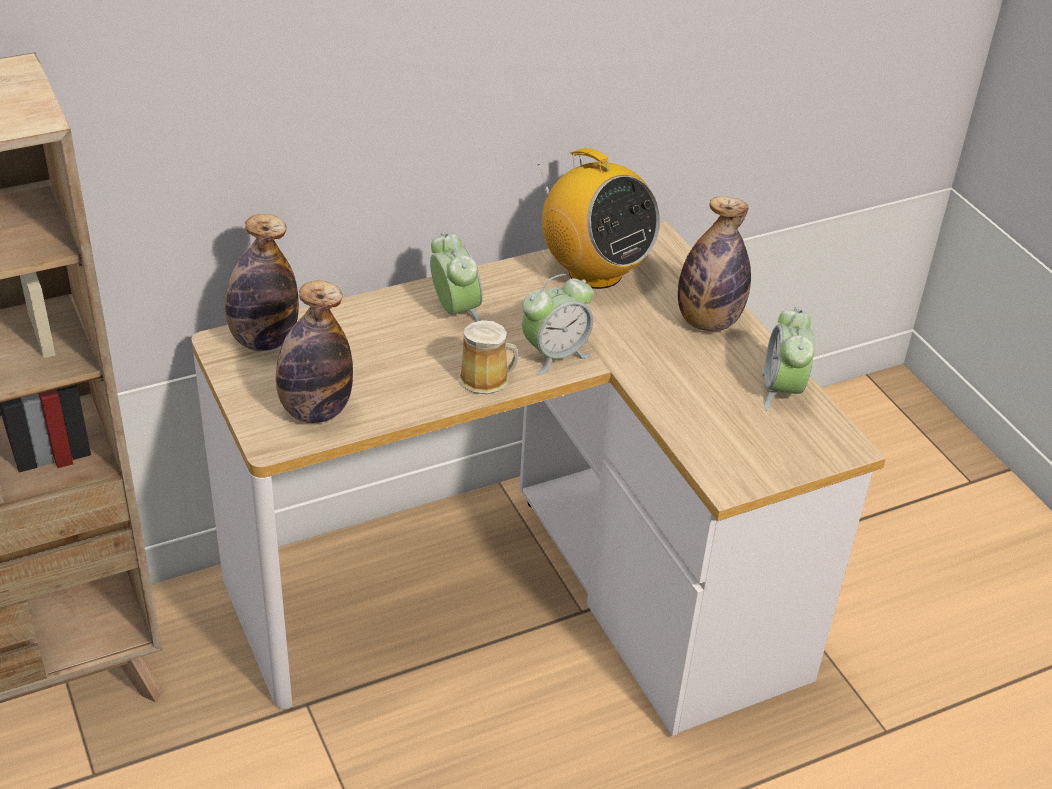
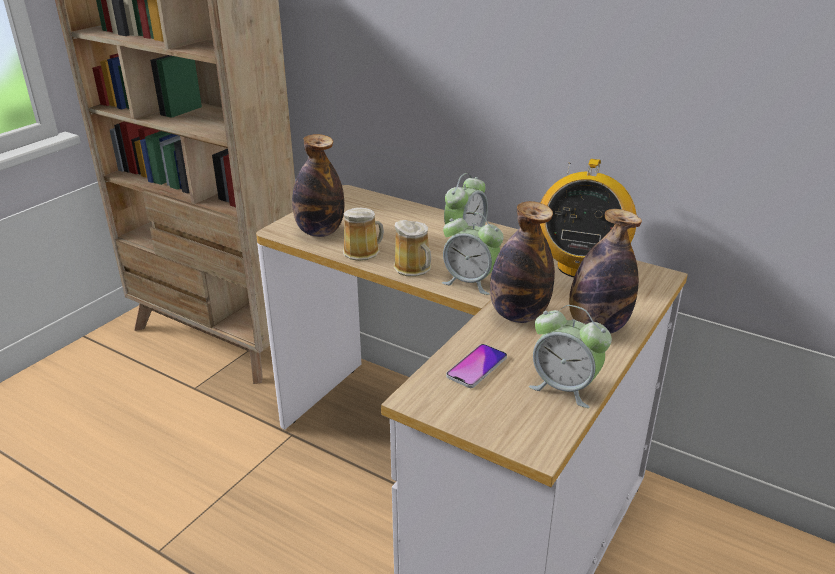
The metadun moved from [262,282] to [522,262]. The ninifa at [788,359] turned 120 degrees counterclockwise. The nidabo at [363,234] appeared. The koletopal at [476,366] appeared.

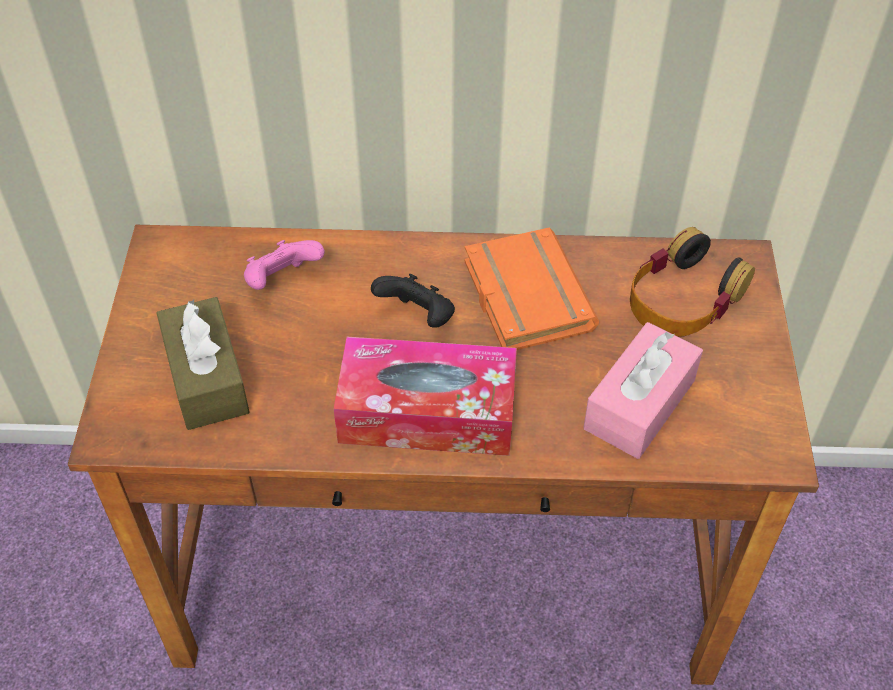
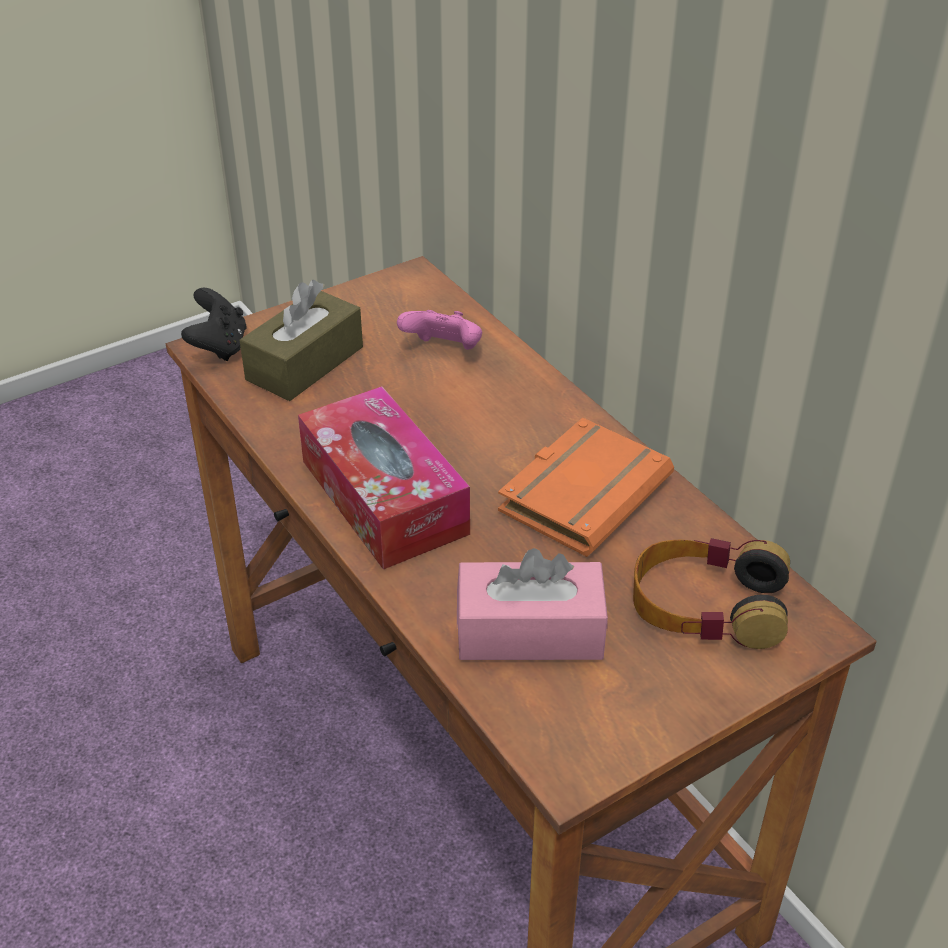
The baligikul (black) moved from [413,301] to [214,324].

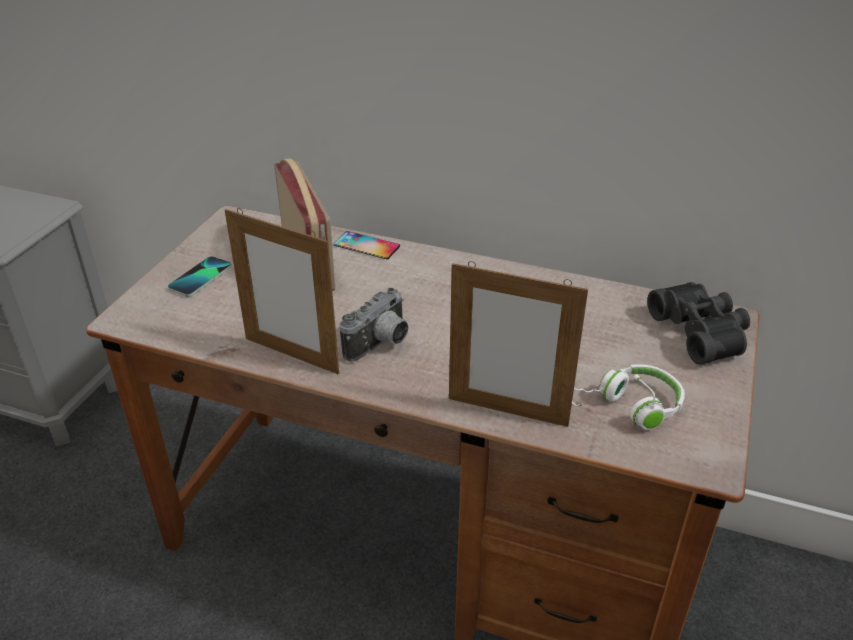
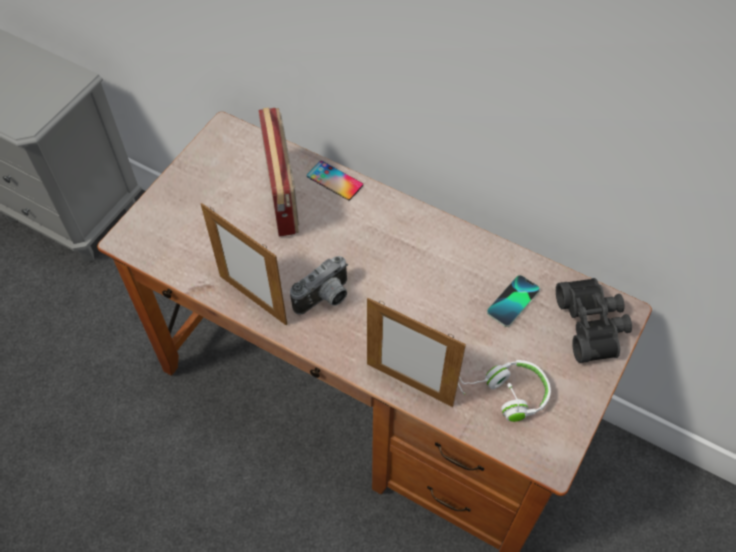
The koletopal moved from [200,276] to [513,301].

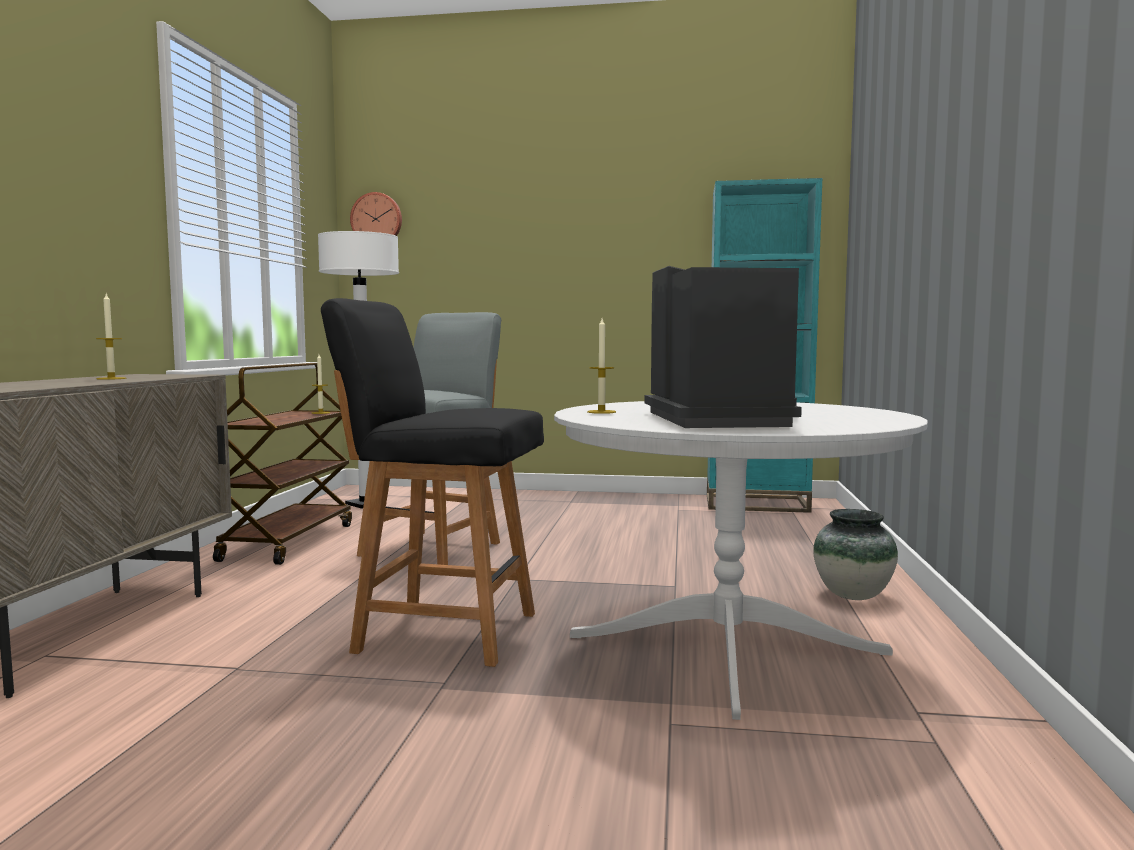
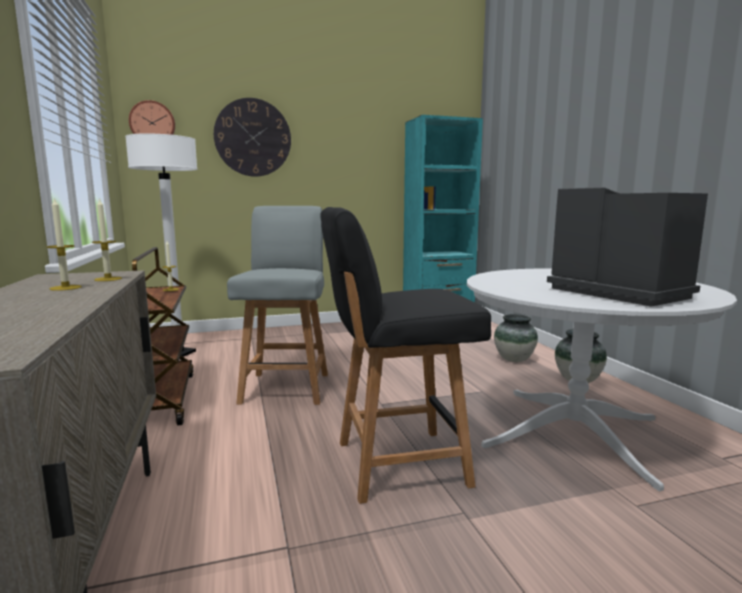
The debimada moved from [601,366] to [107,239]. The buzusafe at [252,137] appeared. The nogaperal at [516,338] appeared.

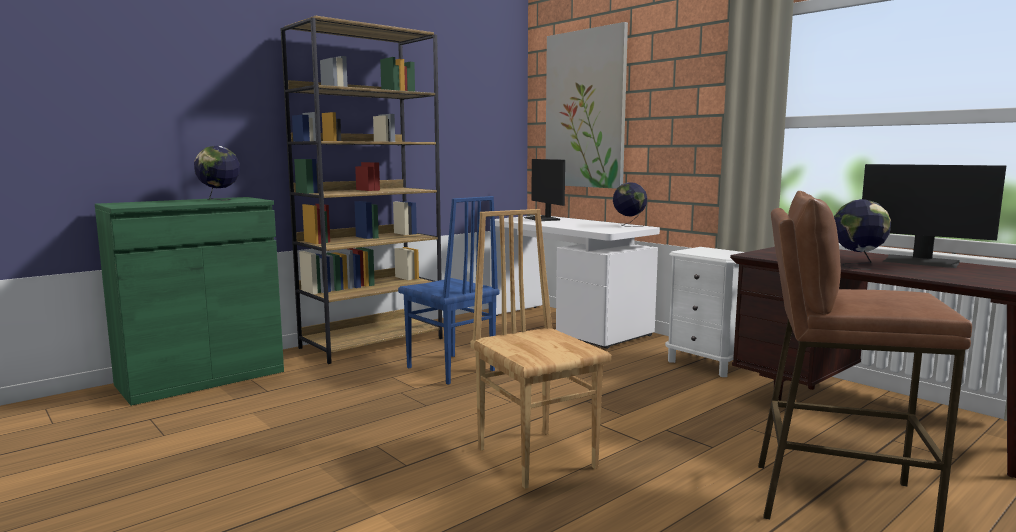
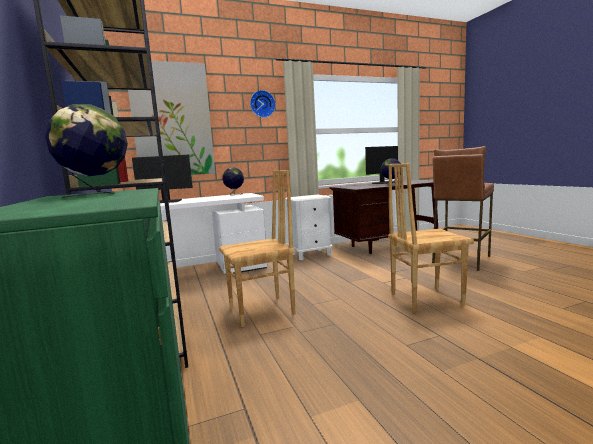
The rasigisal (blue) at [449,290] became the rasigisal (brown) at [257,248]. The buzusafe at [263,104] appeared.

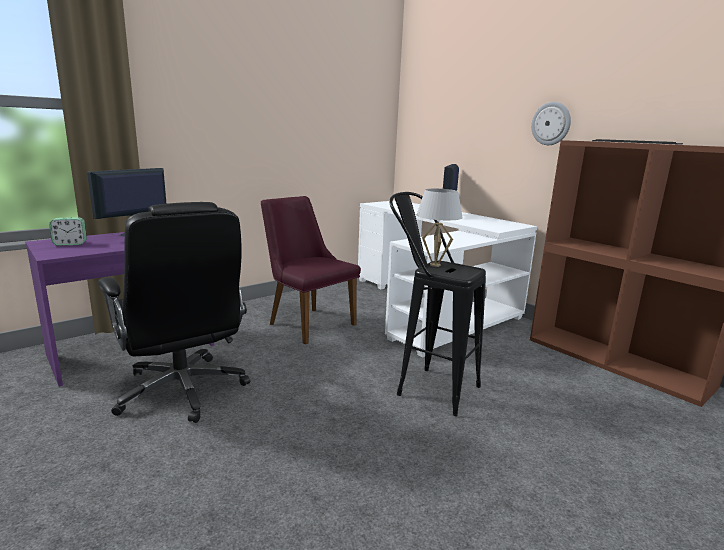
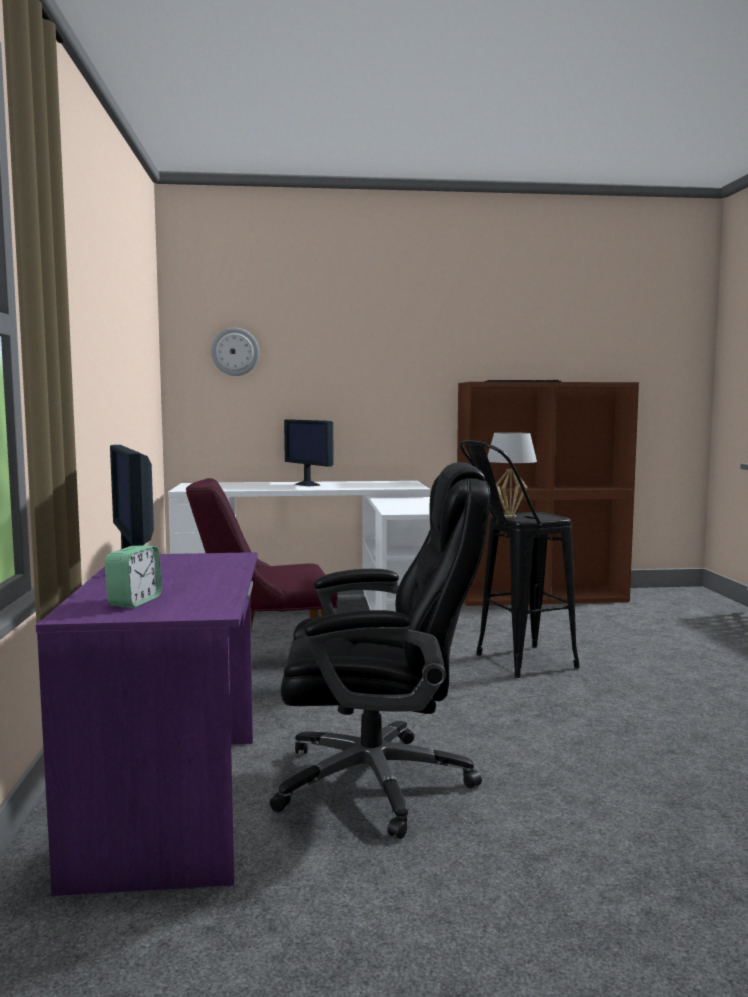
The buzusafe moved from [551,123] to [235,352].

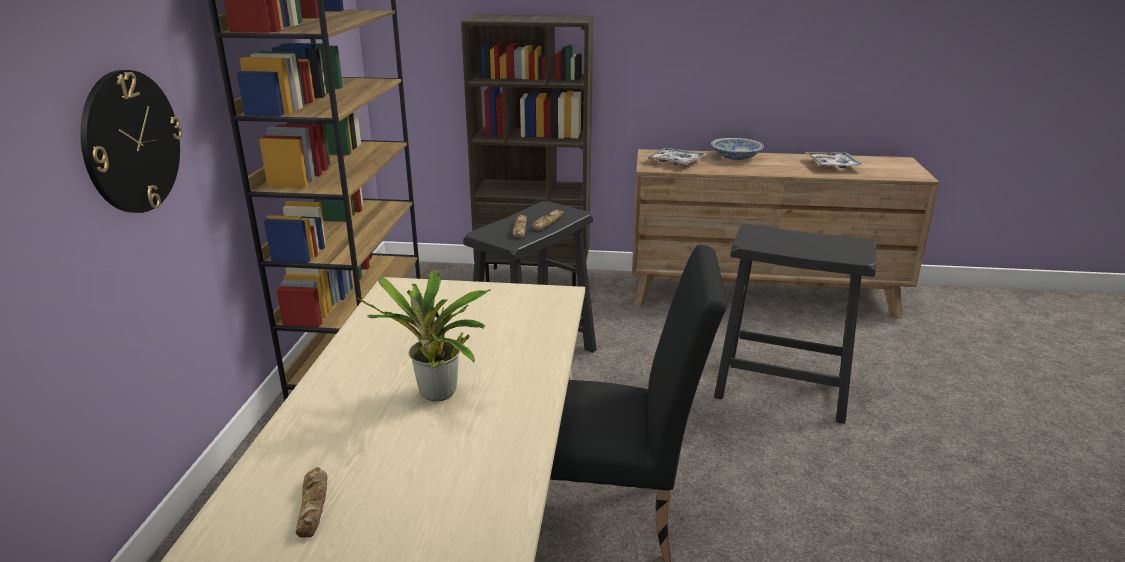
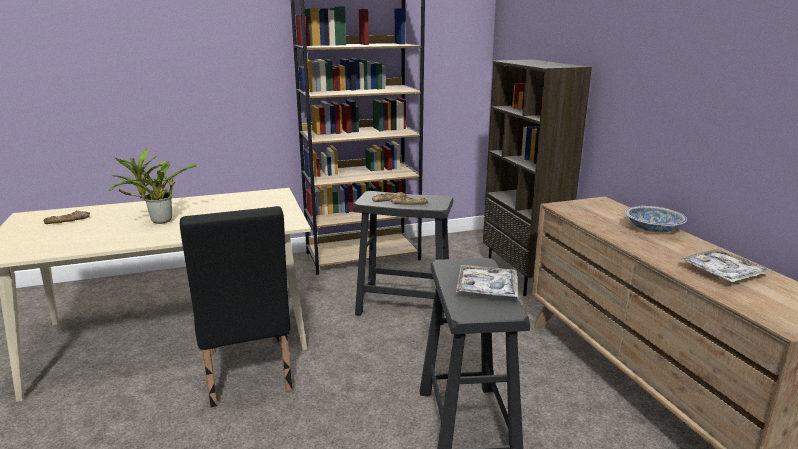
The buzusafe at [131,141] disappeared. The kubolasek moved from [676,156] to [487,281].

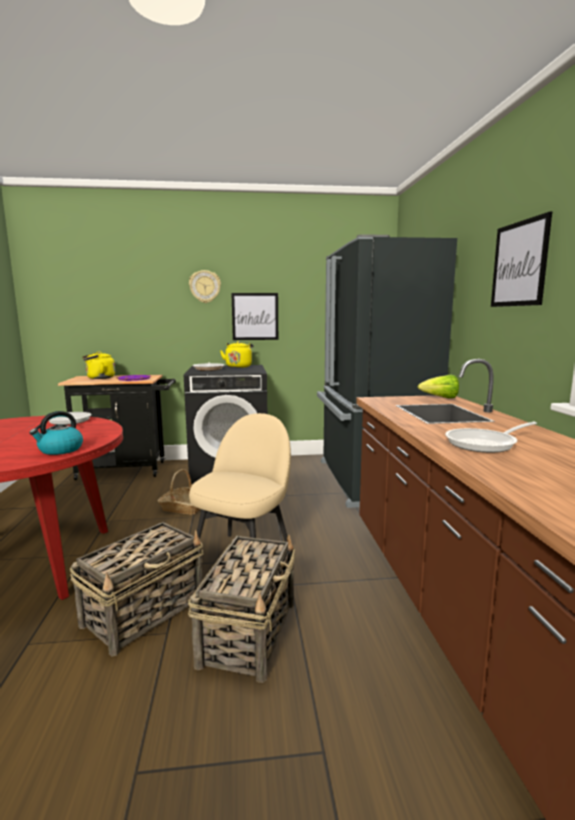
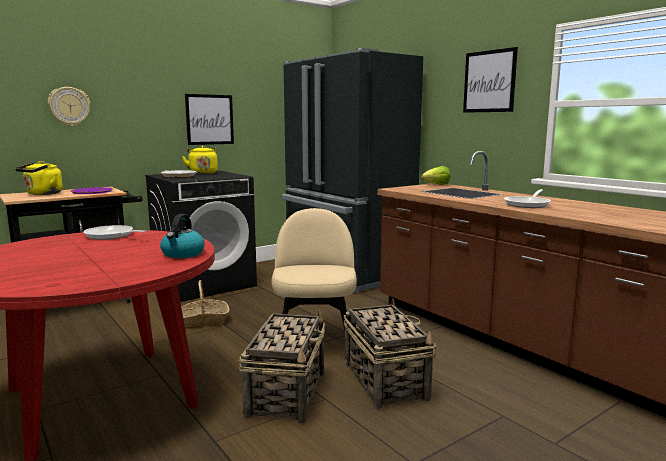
The buzusafe moved from [205,286] to [69,106].

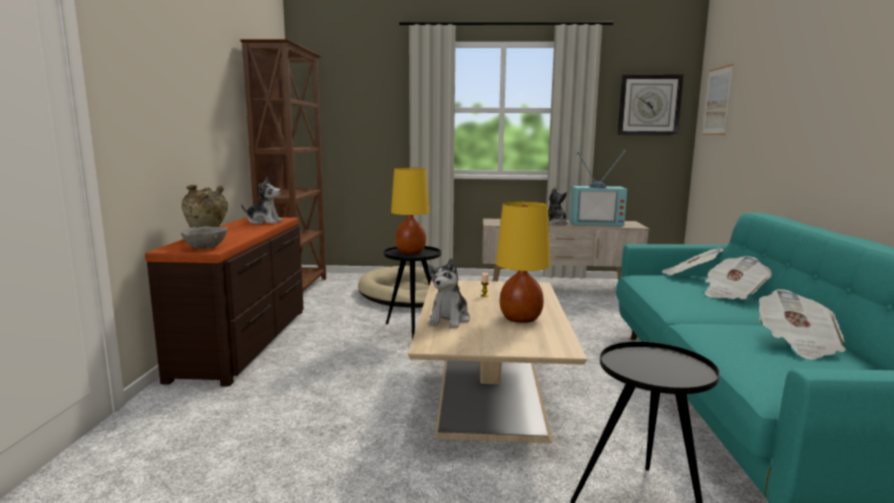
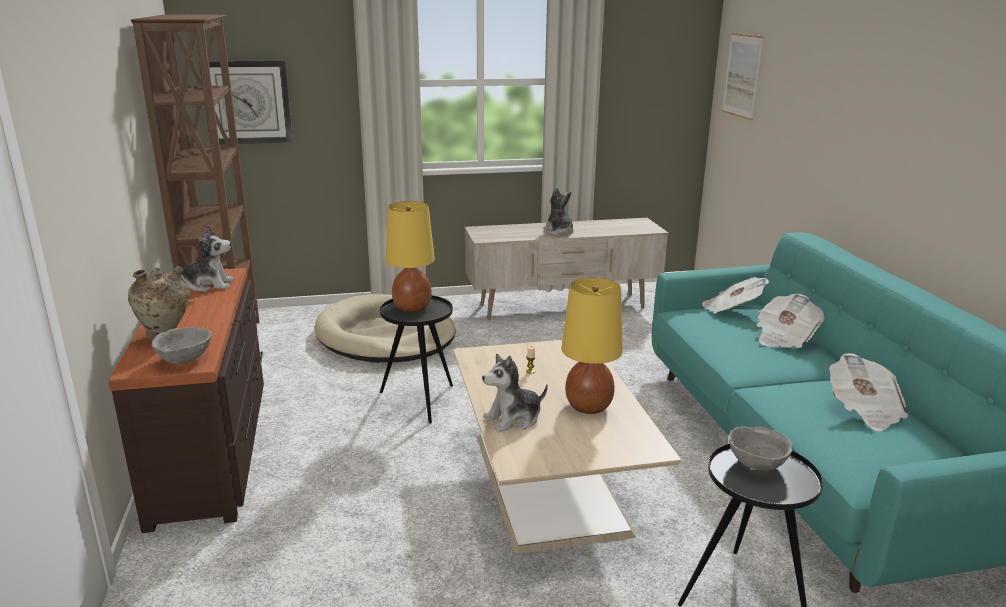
The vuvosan at [449,293] turned 60 degrees clockwise. The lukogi at [598,188] disappeared. The buzusafe moved from [651,105] to [246,102]. The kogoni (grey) at [760,448] appeared.

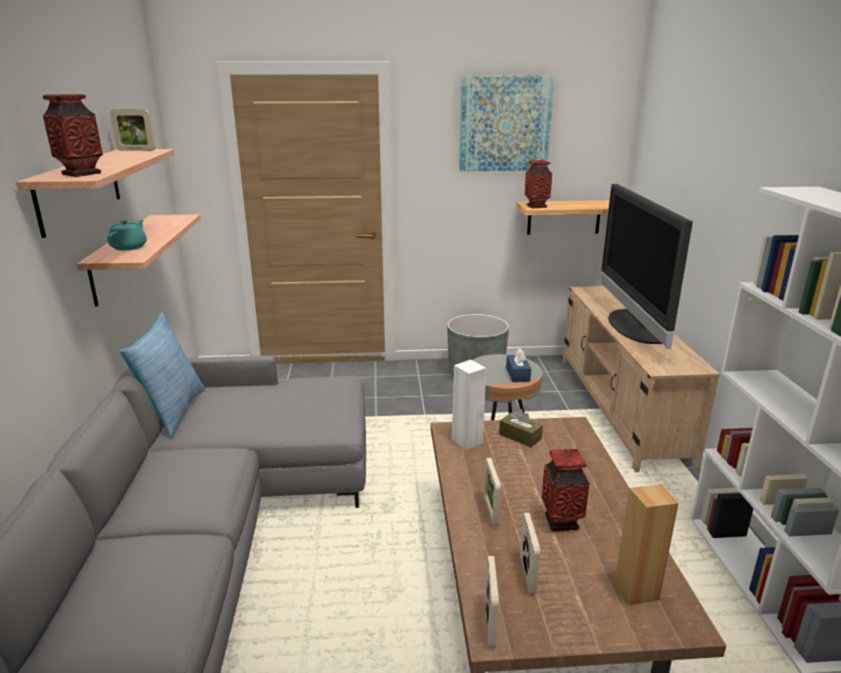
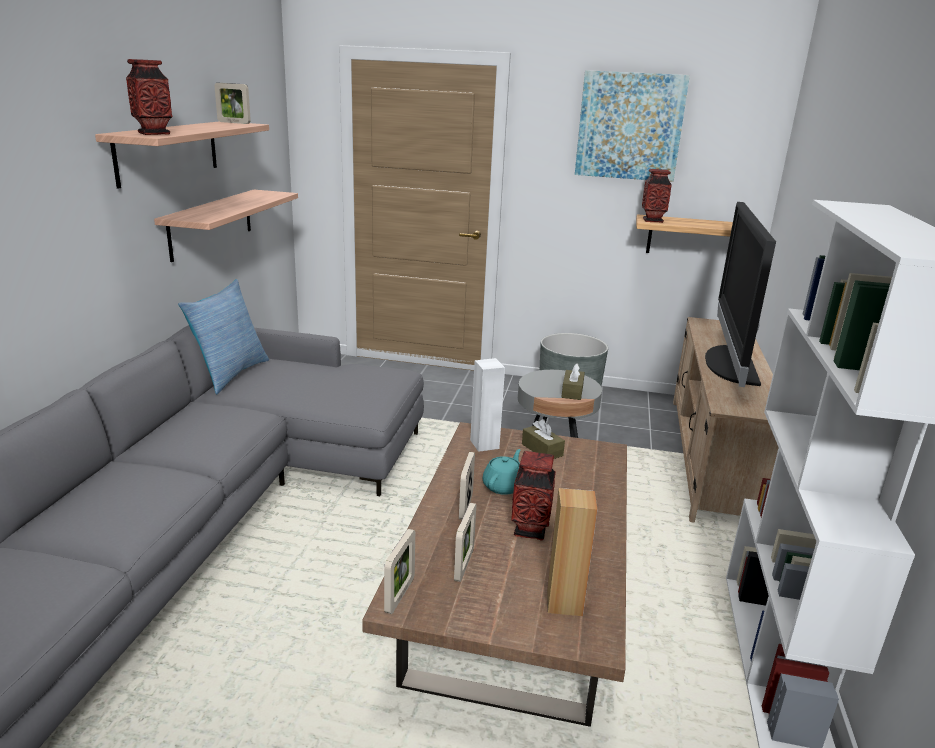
The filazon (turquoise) moved from [127,234] to [501,472]. The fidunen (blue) at [518,365] became the fidunen (brown) at [573,381].

